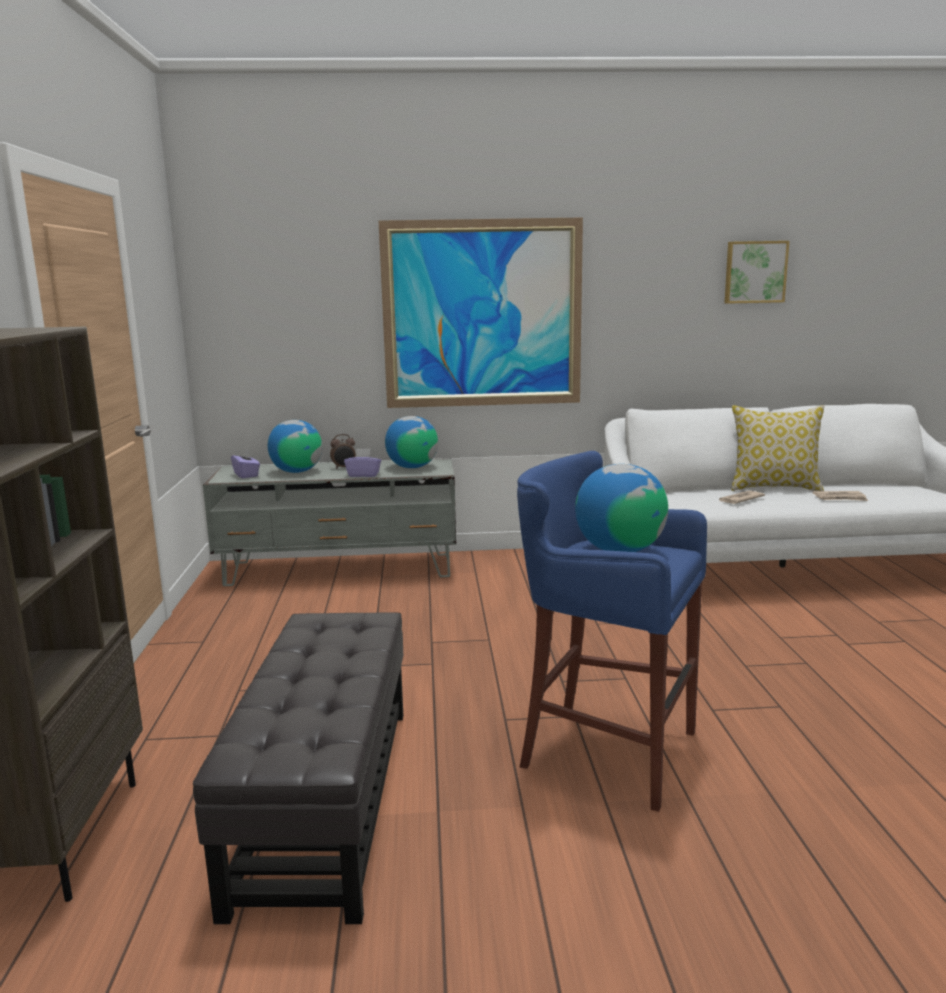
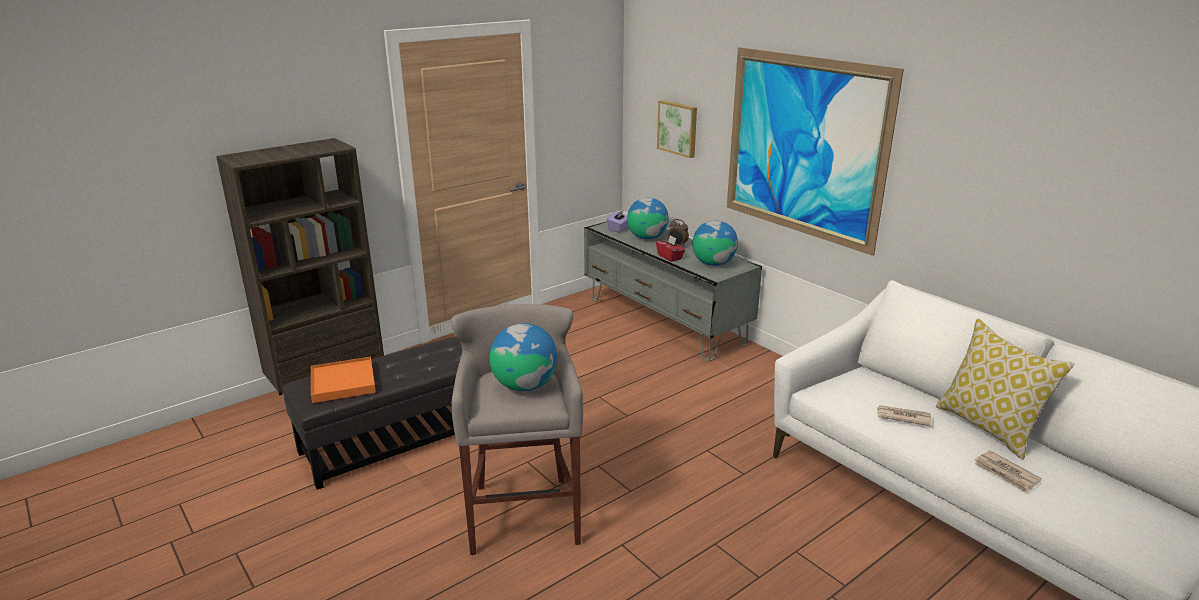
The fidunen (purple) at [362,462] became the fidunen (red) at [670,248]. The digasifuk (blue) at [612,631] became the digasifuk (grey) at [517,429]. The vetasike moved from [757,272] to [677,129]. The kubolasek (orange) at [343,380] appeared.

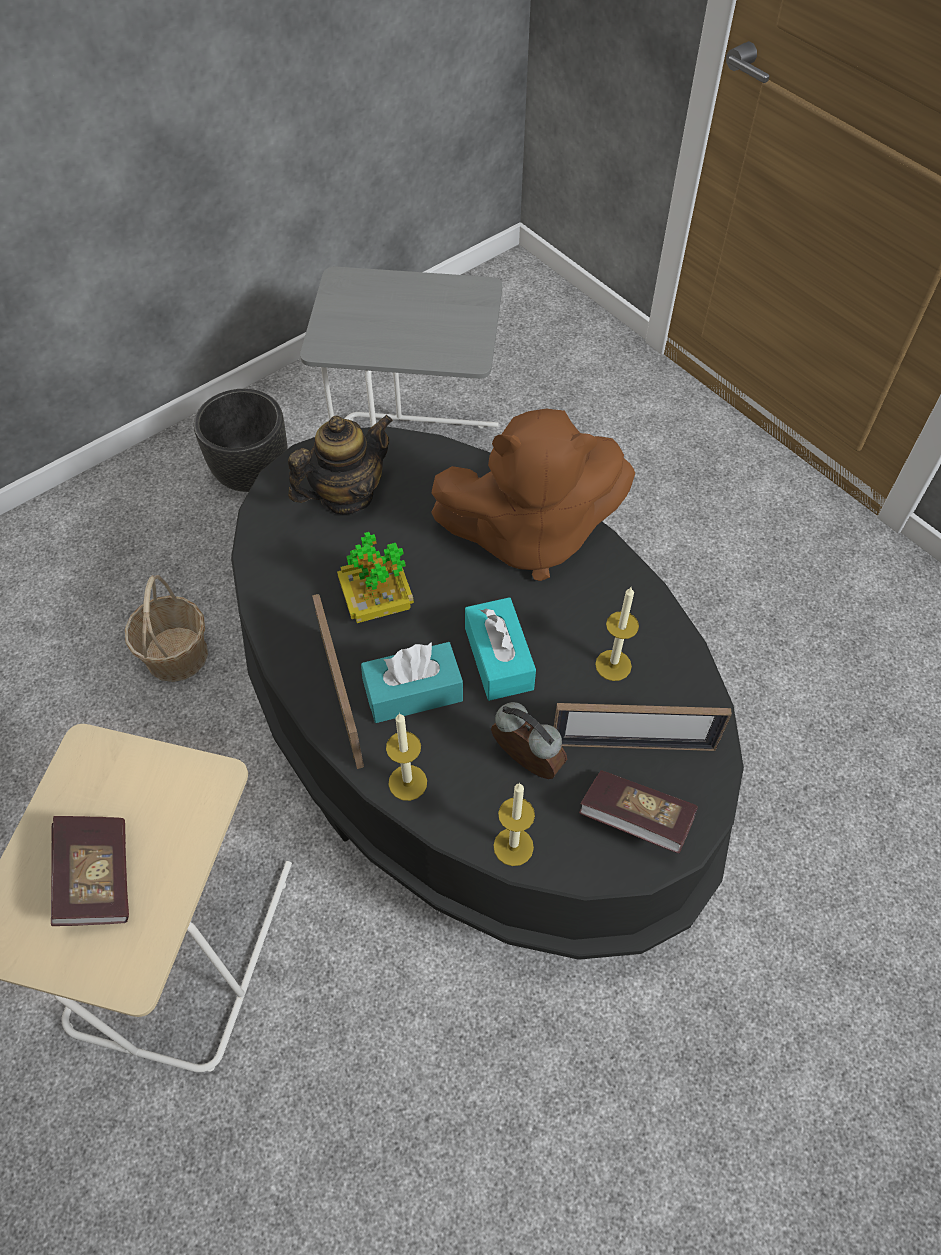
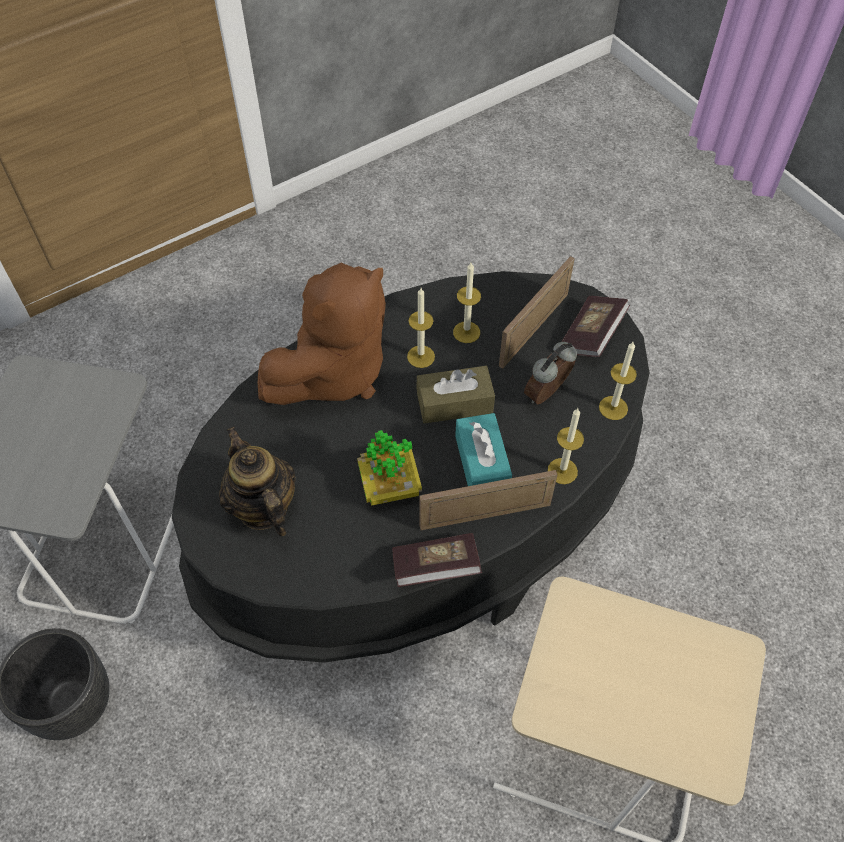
The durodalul moved from [90,871] to [437,560]. The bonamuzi at [166,628] disappeared. The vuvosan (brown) at [533,495] turned 45 degrees clockwise. The fidunen (turquoise) at [500,649] became the fidunen (brown) at [455,395]. The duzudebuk at [643,727] turned 150 degrees counterclockwise. The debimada at [421,328] appeared.

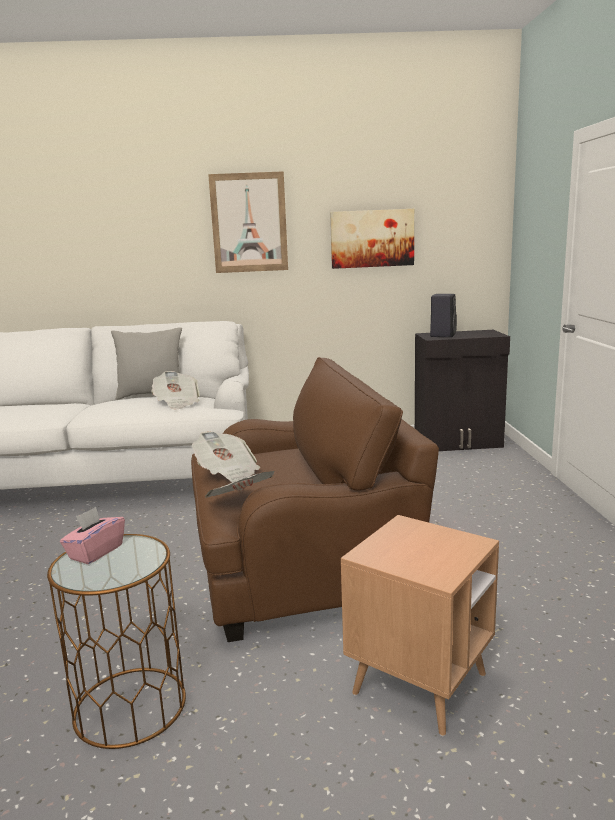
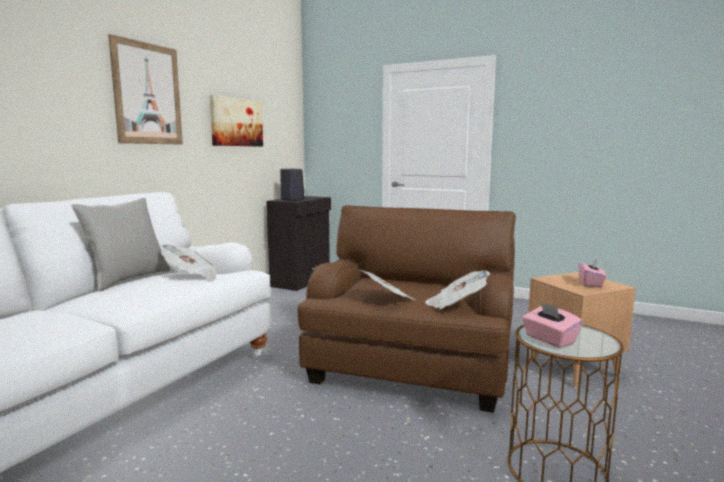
The fidunen (pink) at [592,273] appeared.

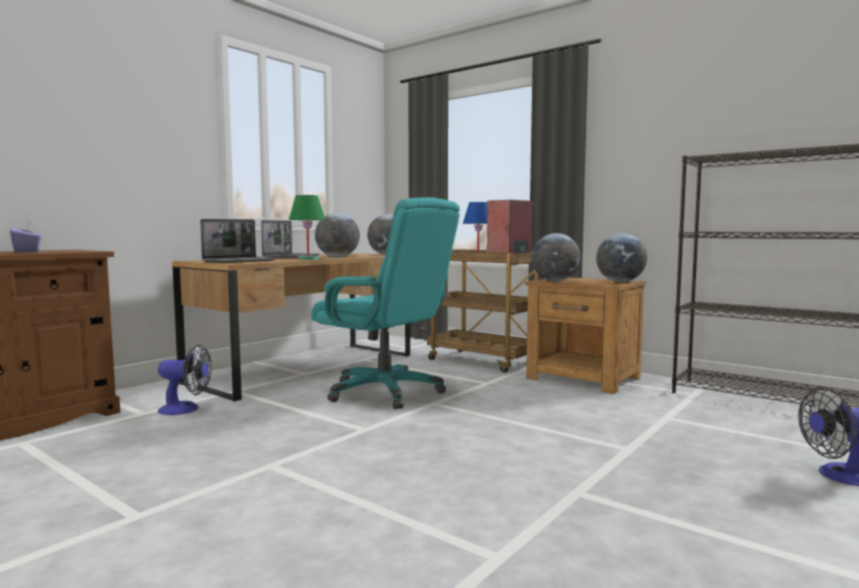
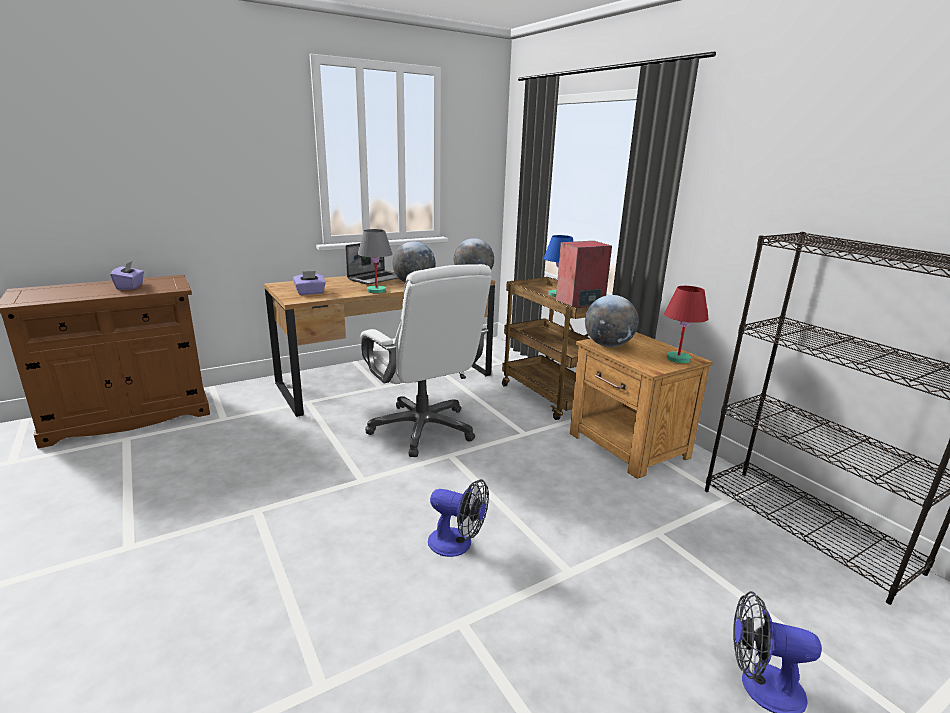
The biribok moved from [185,379] to [458,518]. The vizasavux at [238,241] was replaced by the fidunen (purple) at [309,283]. The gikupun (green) at [307,227] became the gikupun (grey) at [375,261]. The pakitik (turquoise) at [385,303] became the pakitik (white) at [425,360]. The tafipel at [621,257] was replaced by the gikupun (red) at [686,324].

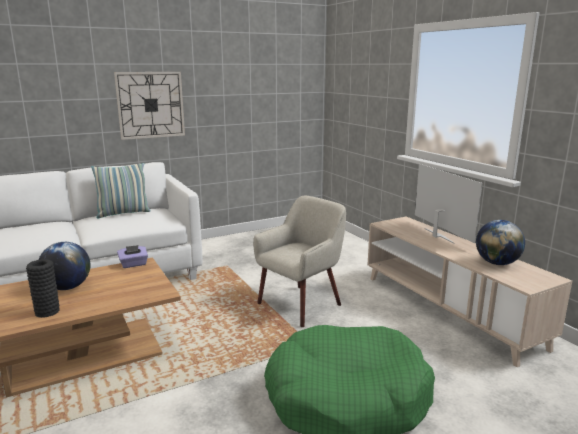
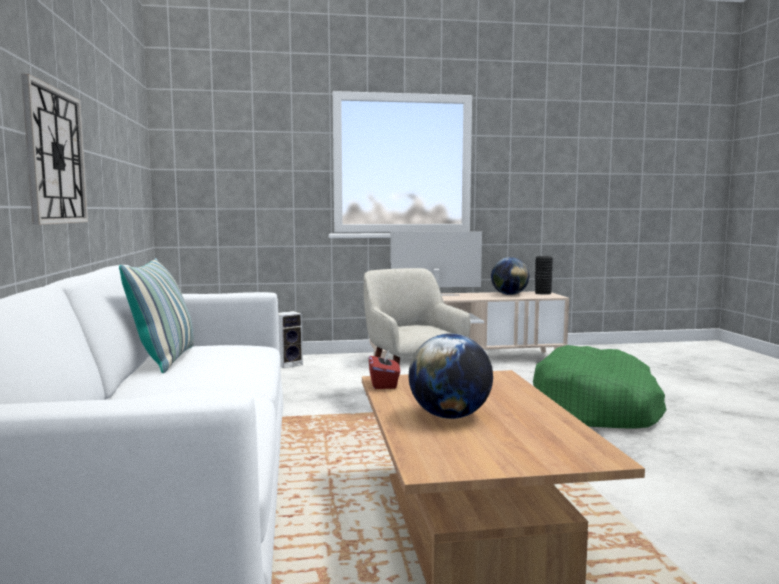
The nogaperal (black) moved from [43,288] to [544,275]. The fidunen (purple) at [132,256] became the fidunen (red) at [384,368]. The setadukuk at [290,339] appeared.

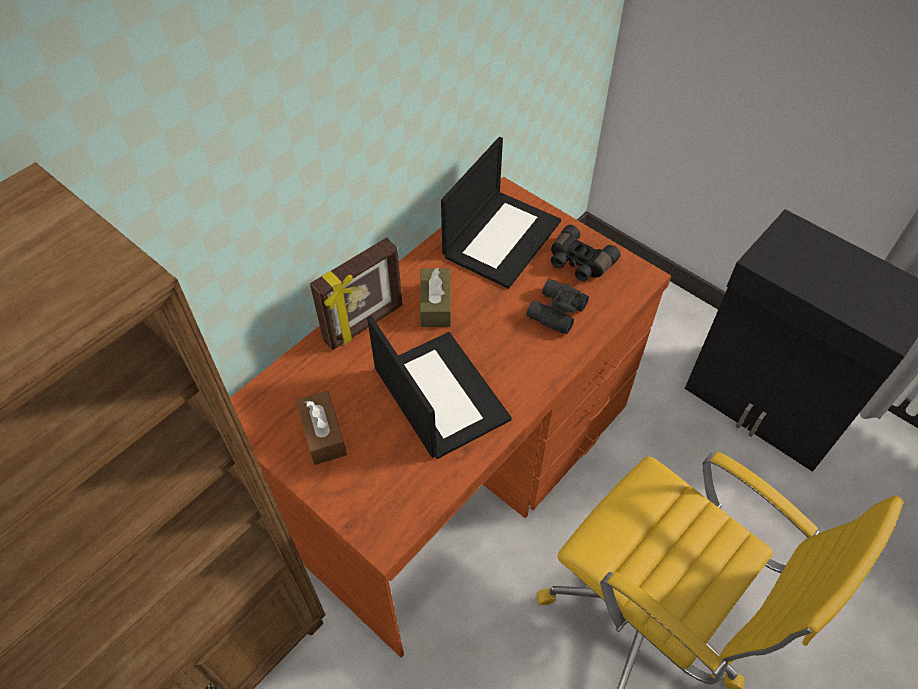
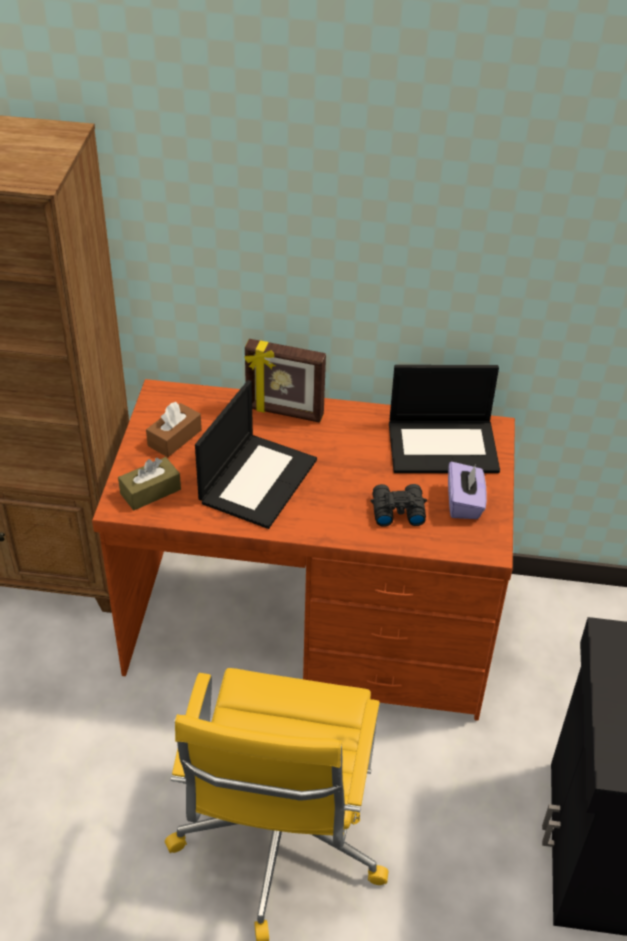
The fidunen (brown) moved from [435,297] to [149,483]. The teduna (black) at [586,253] was replaced by the fidunen (purple) at [467,490].

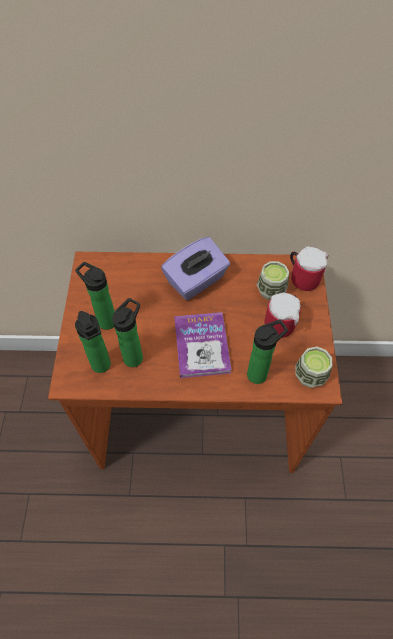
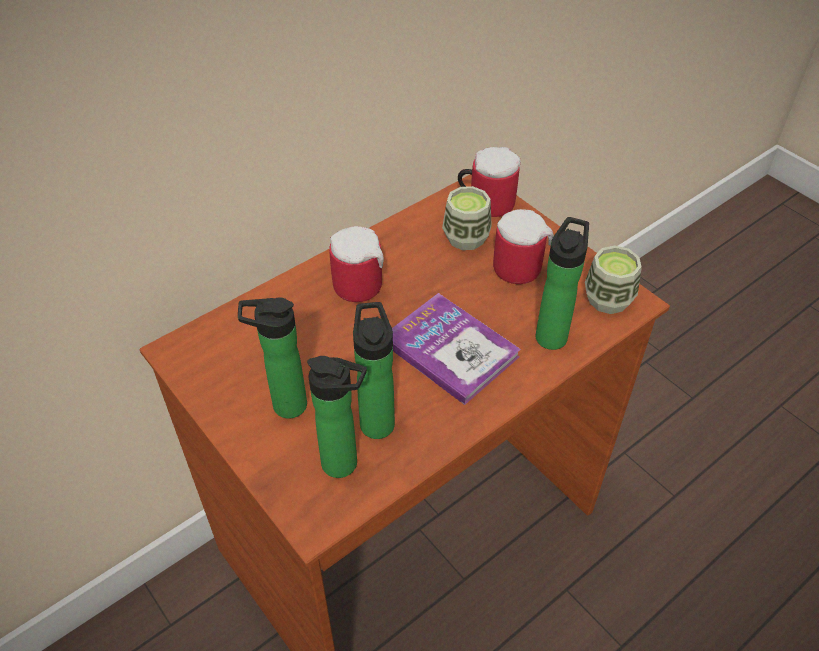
The fidunen (purple) at [195,268] was replaced by the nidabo at [356,264].

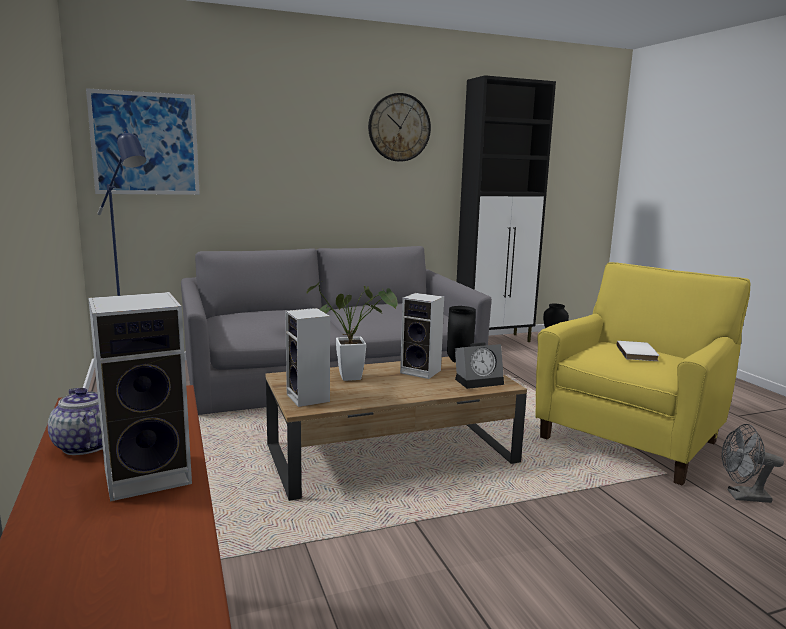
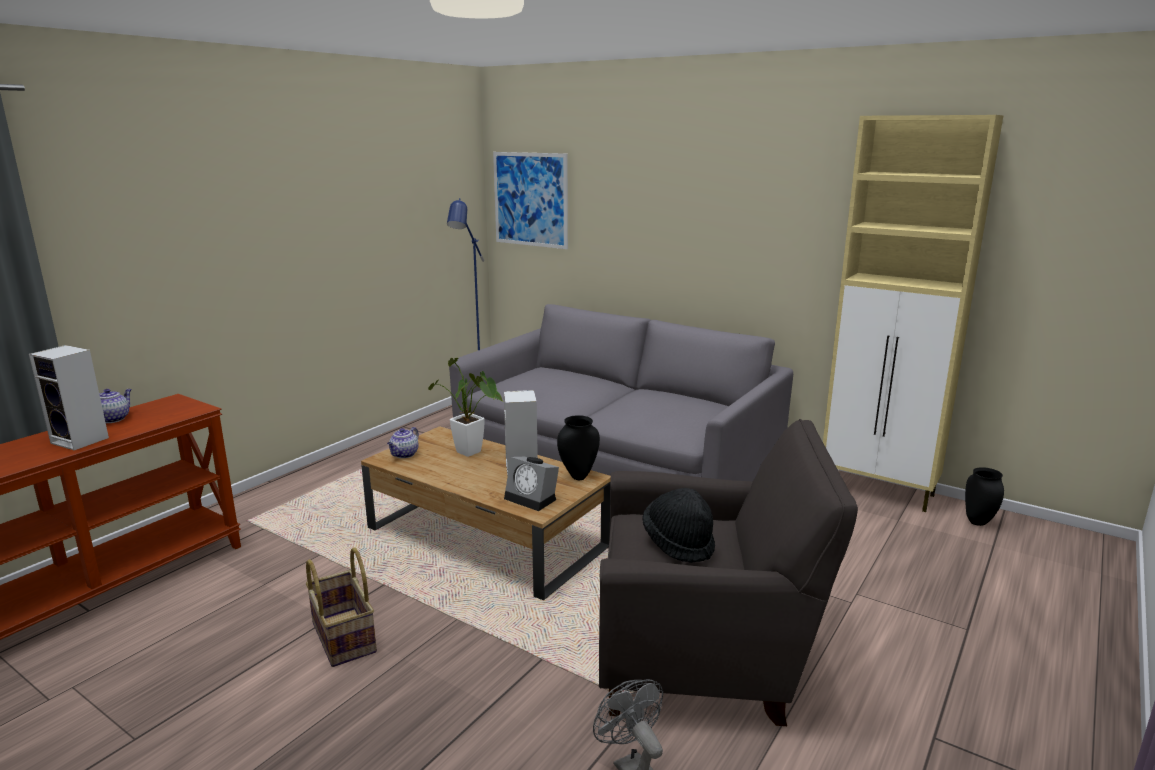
The setadukuk at [307,357] was replaced by the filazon at [403,442]. The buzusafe at [399,127] disappeared. The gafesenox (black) at [506,208] became the gafesenox (beige) at [913,313]. The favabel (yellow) at [642,374] became the favabel (grey) at [728,572]. The durodalul (white) at [638,351] was replaced by the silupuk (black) at [678,525]. The bonamuzi at [341,607] appeared.

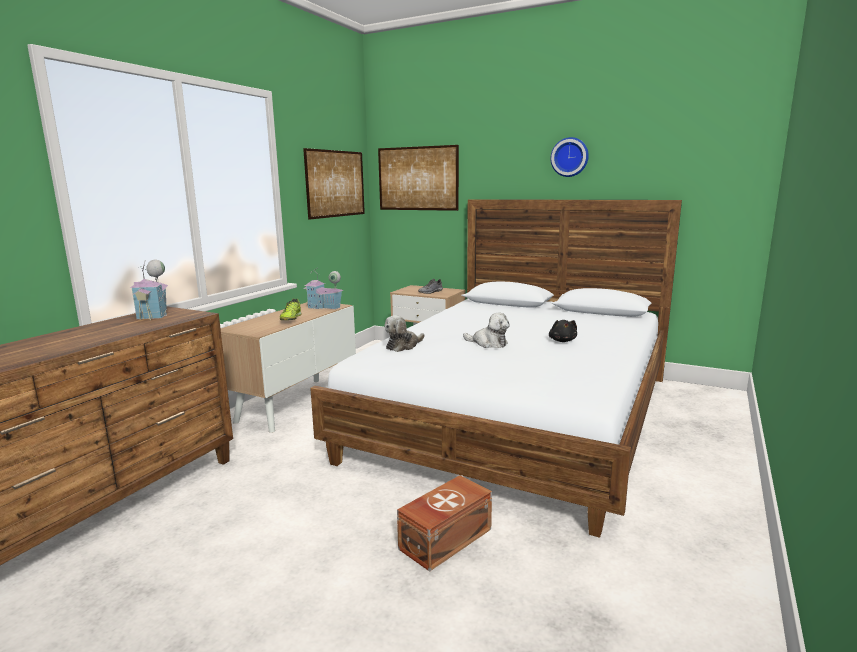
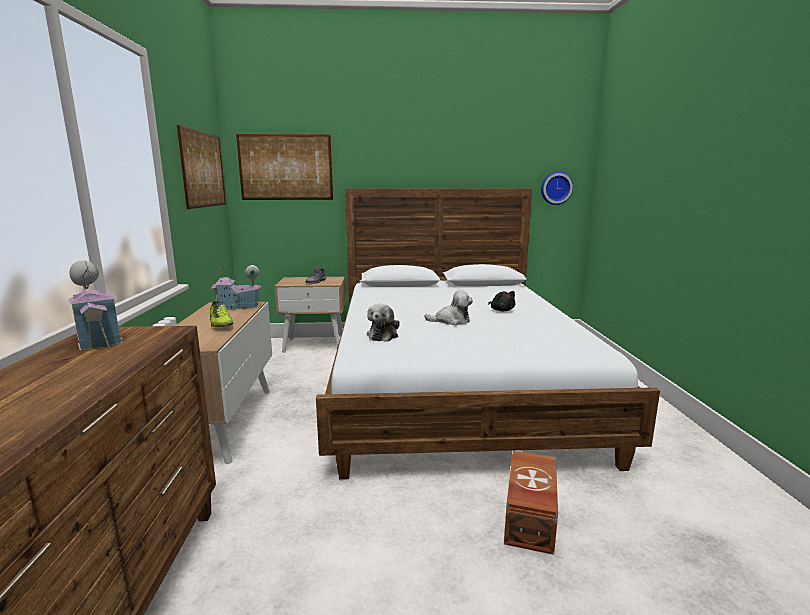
The buzusafe moved from [569,157] to [557,188].

